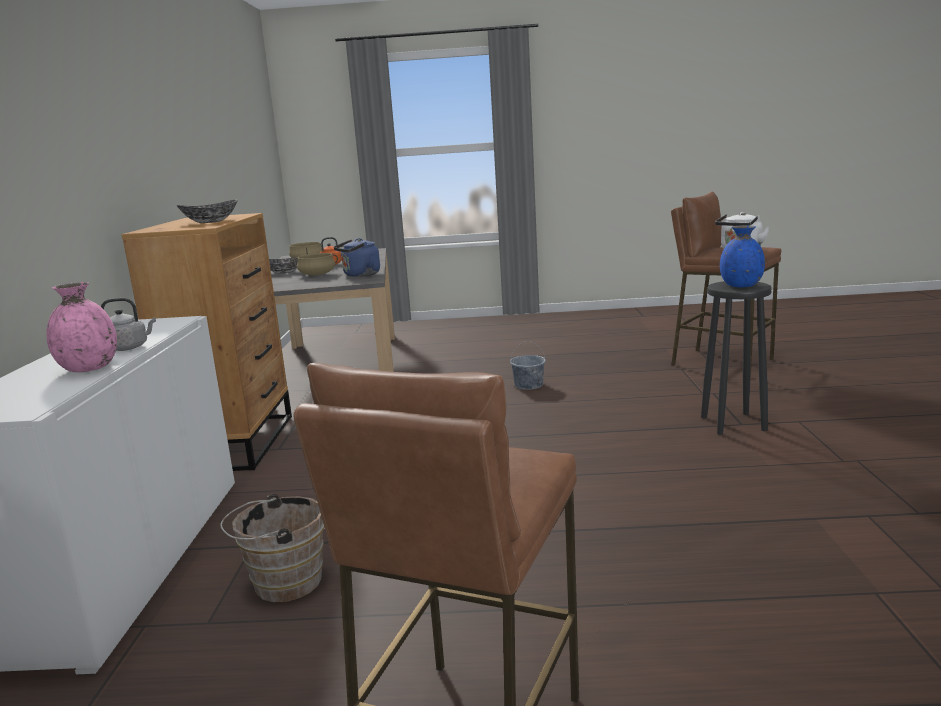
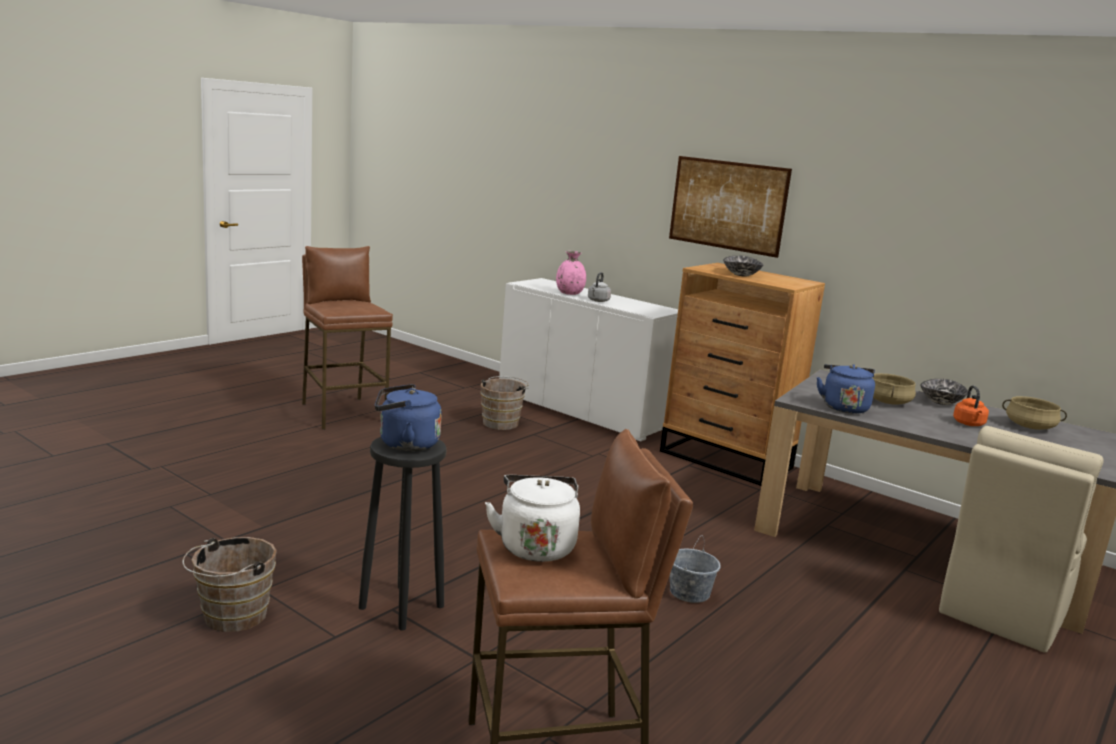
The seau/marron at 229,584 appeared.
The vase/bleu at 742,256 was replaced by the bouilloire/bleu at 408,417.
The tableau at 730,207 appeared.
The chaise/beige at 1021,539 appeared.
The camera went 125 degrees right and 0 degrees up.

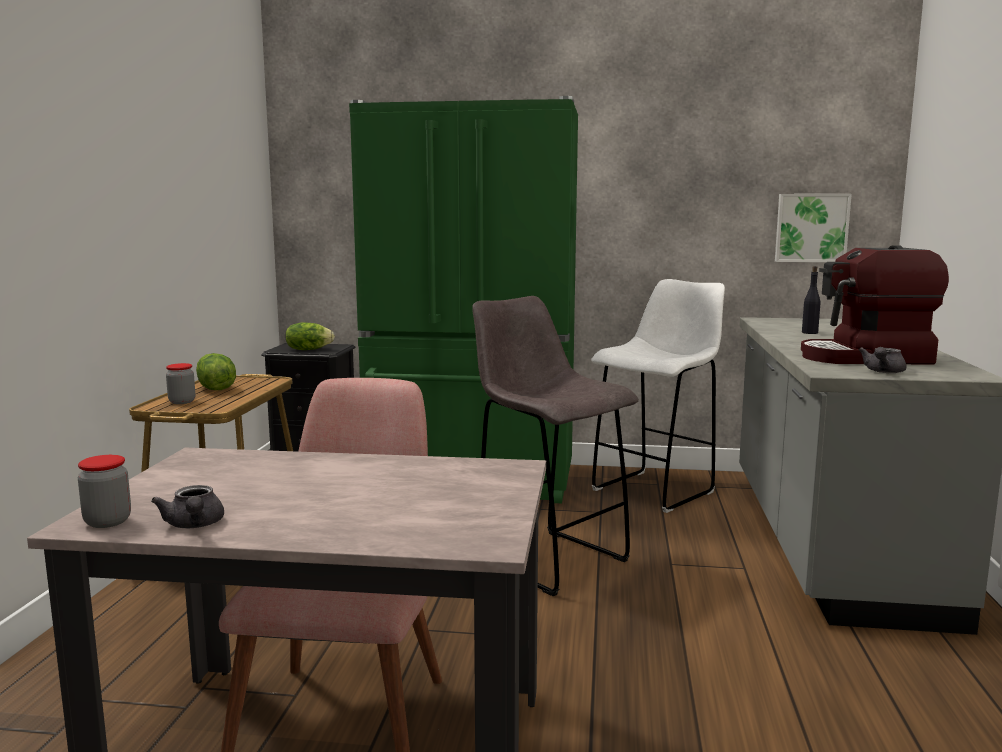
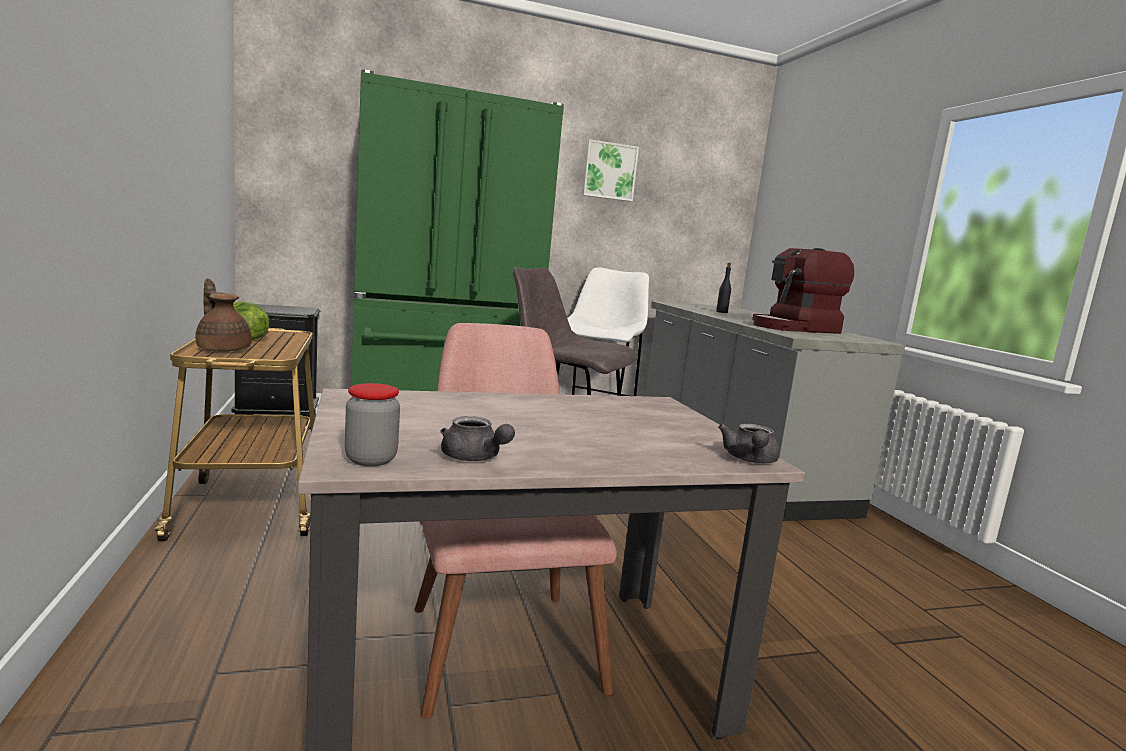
The bocal at 180,383 was replaced by the théière/marron at 223,315.
The tableau moved from 813,228 to 610,170.
The théière/gris moved from 882,360 to 749,443.
The laitue at 310,336 disappeared.
The camera went 25 degrees left and 0 degrees up.

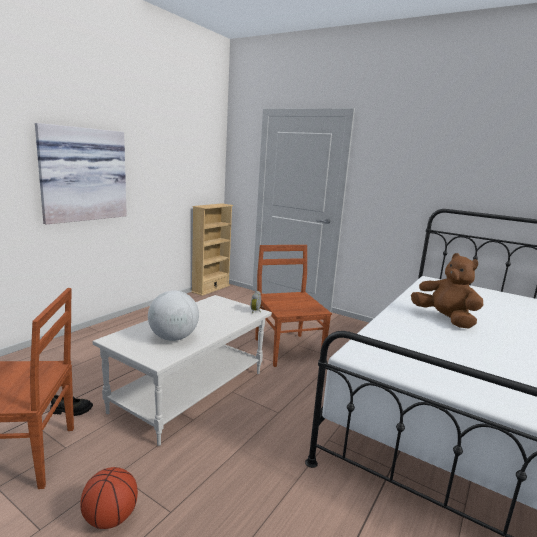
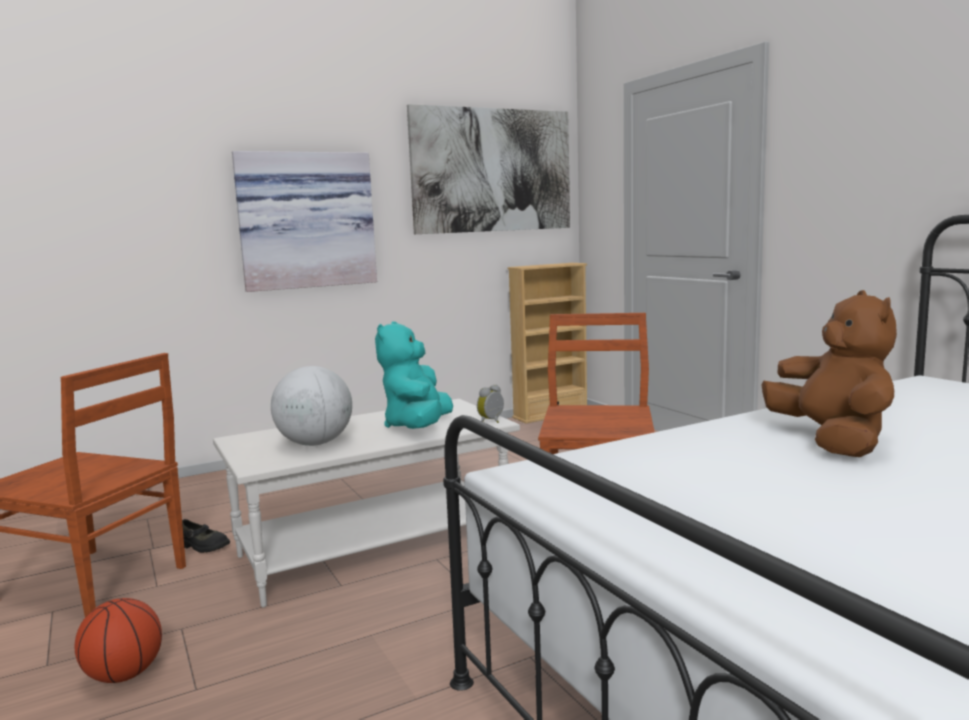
The peluche/turquoise at 414,375 appeared.
The tableau at 488,169 appeared.
The camera went 30 degrees right and 5 degrees down.

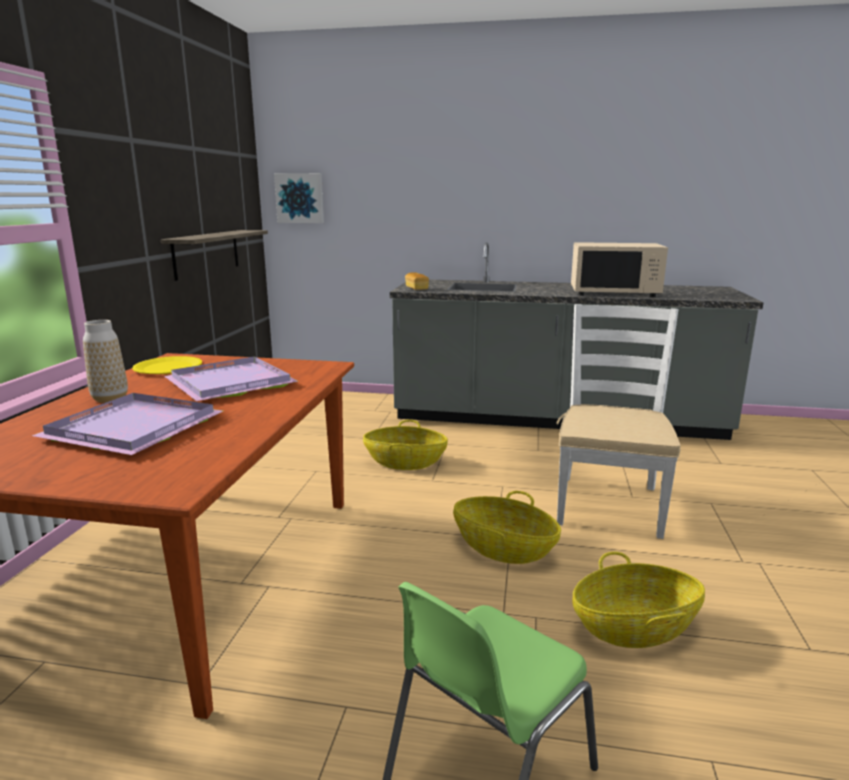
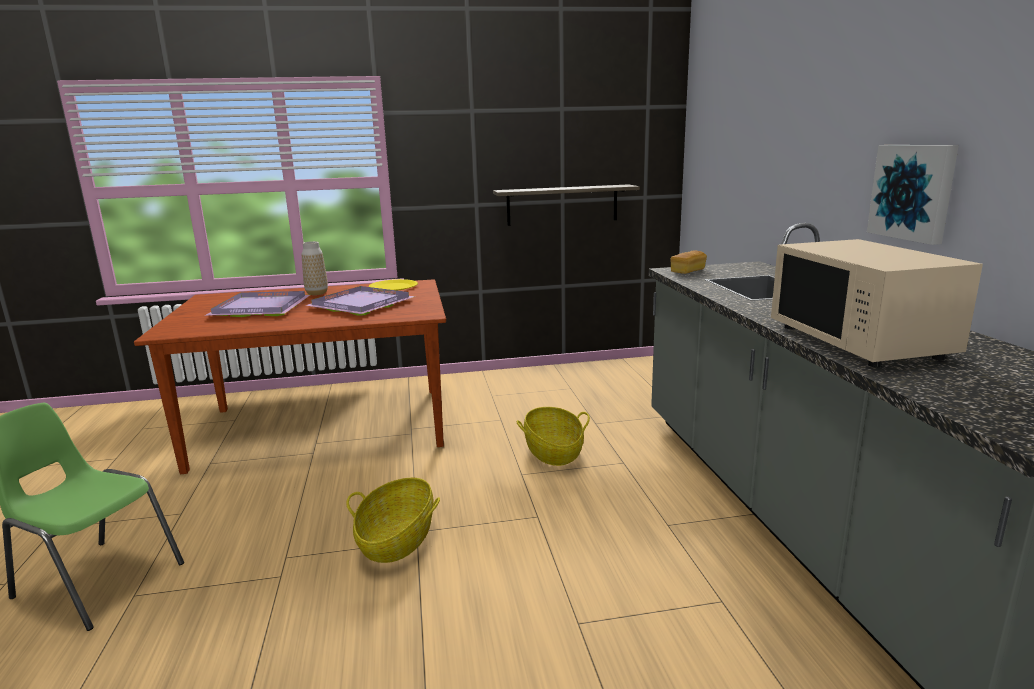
The tableau moved from 299,198 to 913,195.
The chaise/blanc at 619,421 disappeared.
The panier at 639,600 disappeared.
The camera went 70 degrees right and 0 degrees up.

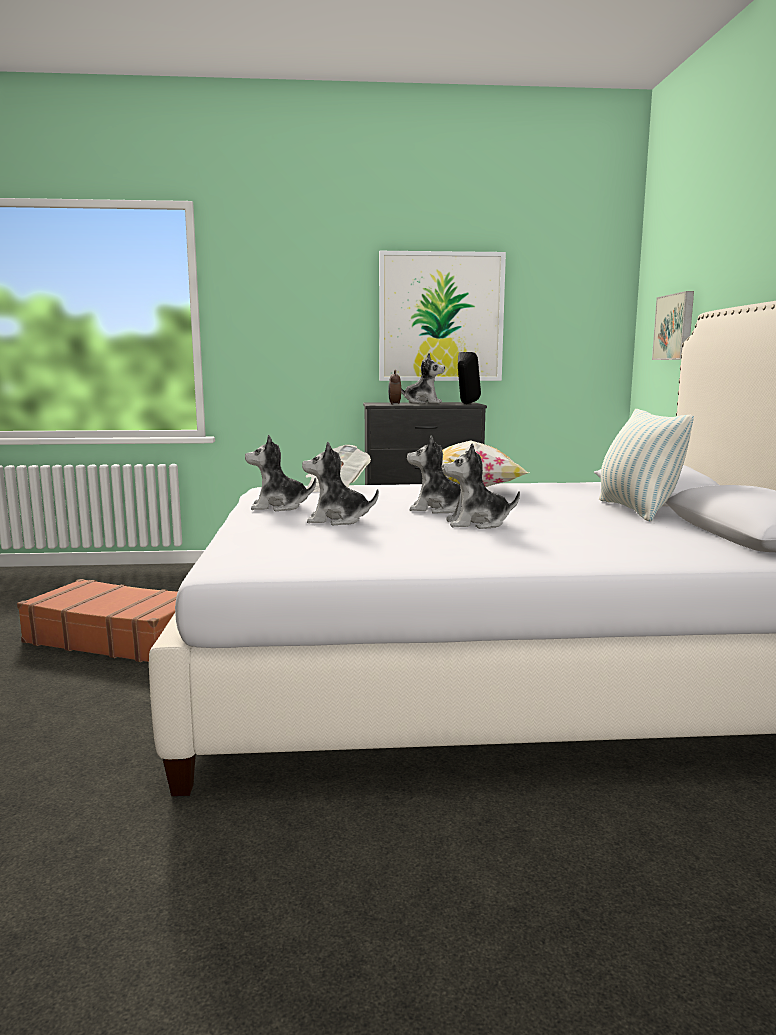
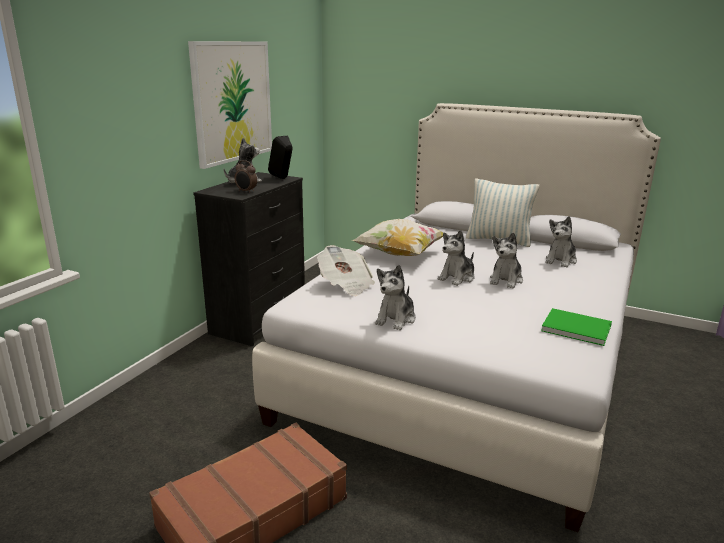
The livre/vert at 576,327 appeared.
The peluche moved from 340,483 to 561,242.
The tableau at 673,325 disappeared.
The camera went 60 degrees left and 10 degrees up.

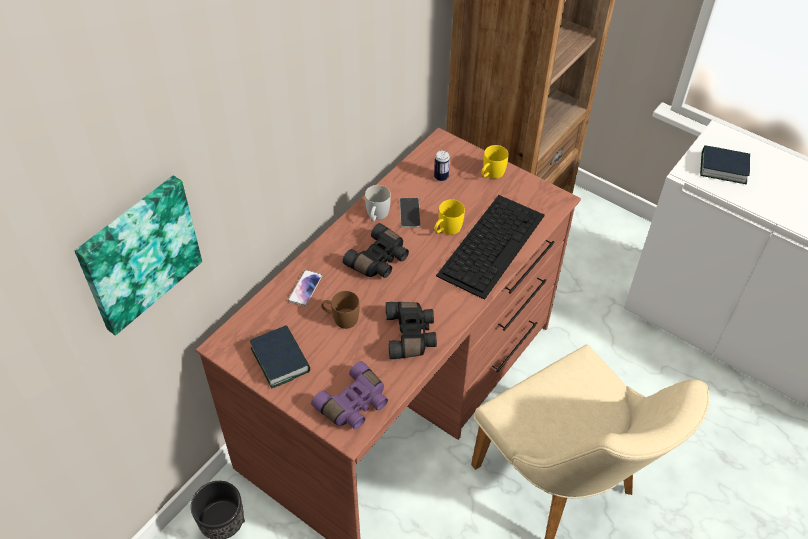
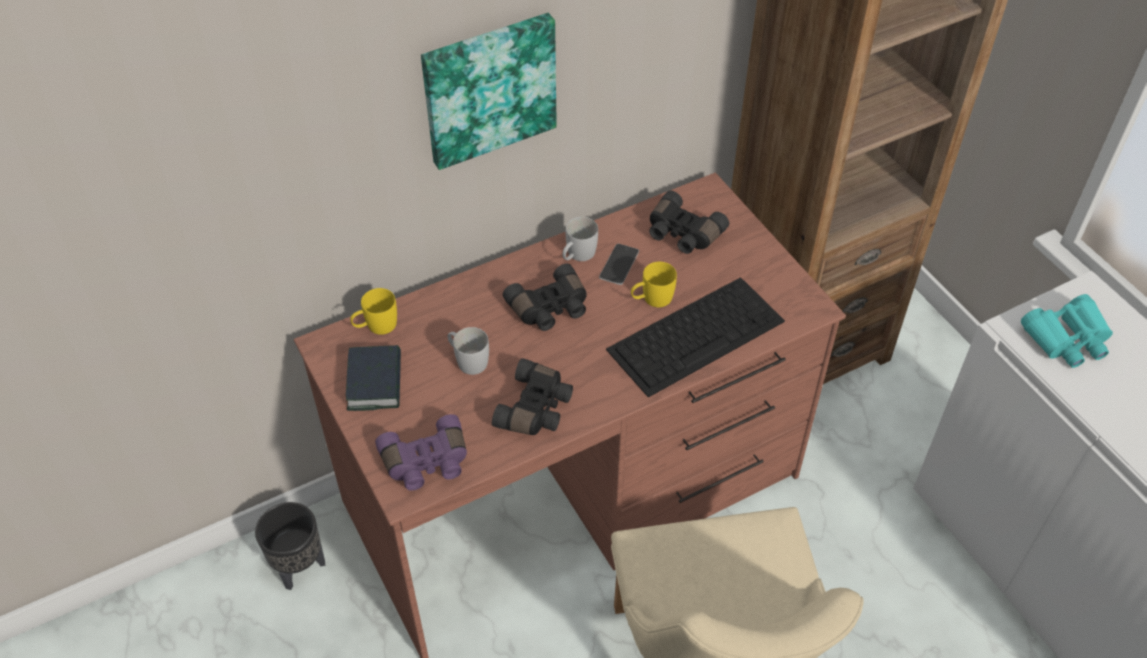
The mug/jaune moved from 495,162 to 373,311.
The tableau moved from 138,256 to 489,91.
The mug/marron at 340,310 became the mug/blanc at 468,351.
The boîte métallique at 442,165 was replaced by the jumelles/noir at 689,222.
The livre at 725,164 was replaced by the jumelles/turquoise at 1067,331.
The téléphone at 305,288 disappeared.
The camera went 25 degrees right and 0 degrees up.

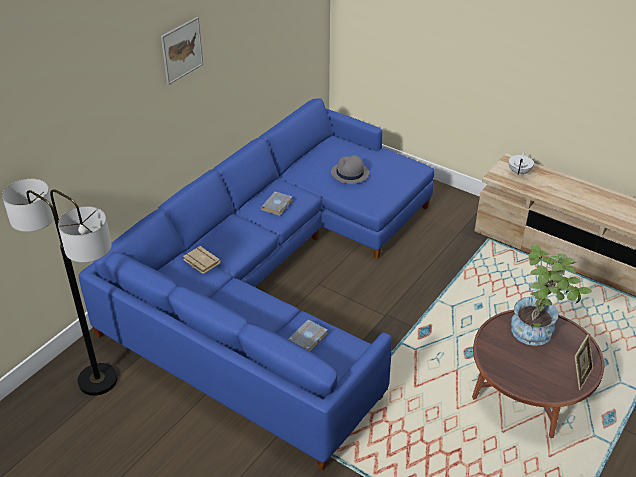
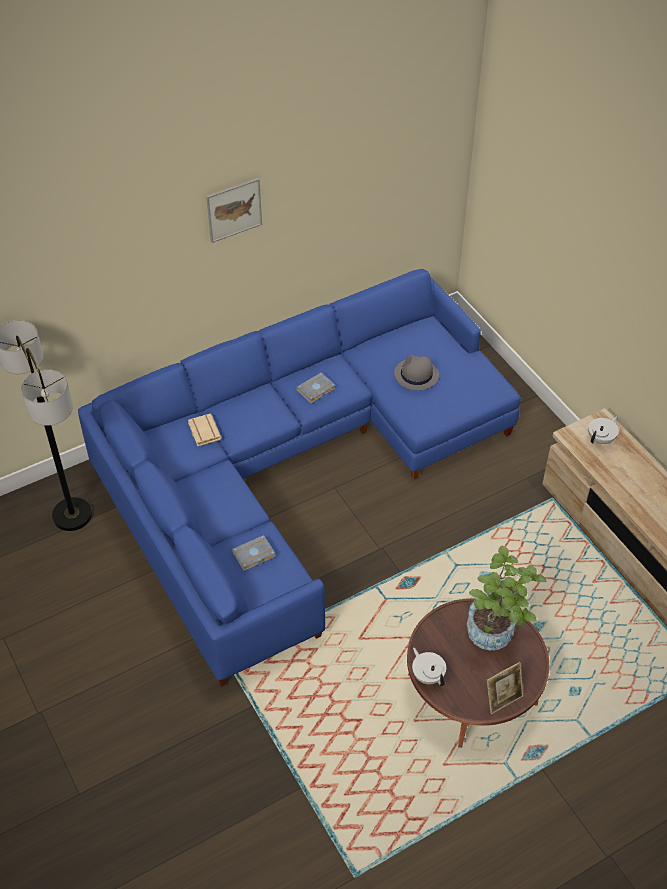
The théière/blanc at 429,667 appeared.
The camera went 25 degrees right and 10 degrees up.

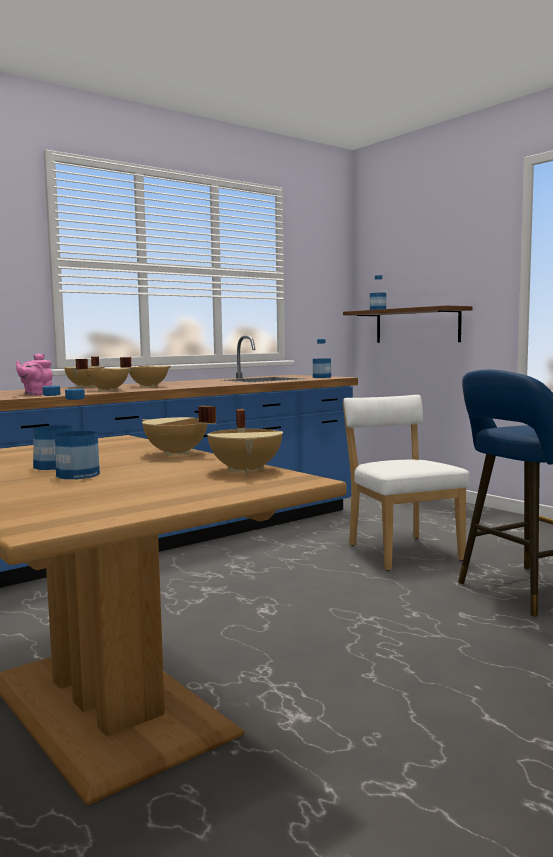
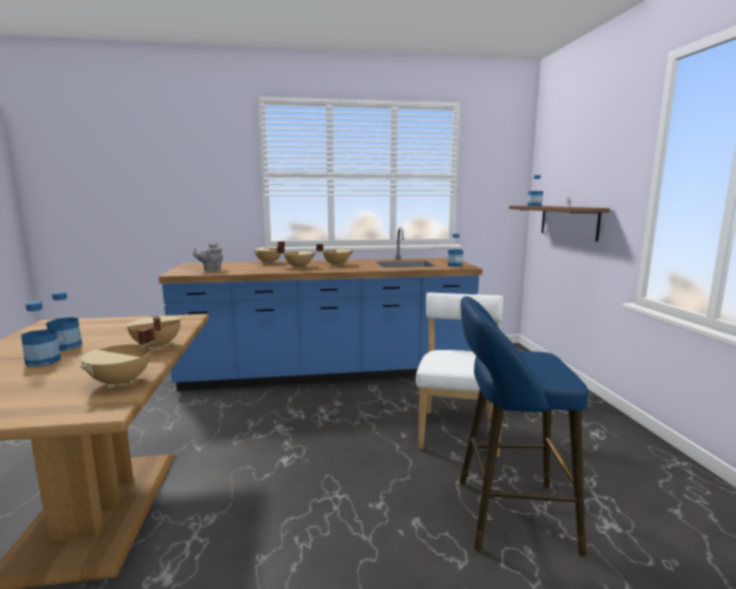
The théière/rose at 34,374 became the théière/gris at 208,258.
The marmite/beige moved from 104,375 to 335,255.
The camera went 30 degrees right and 5 degrees up.

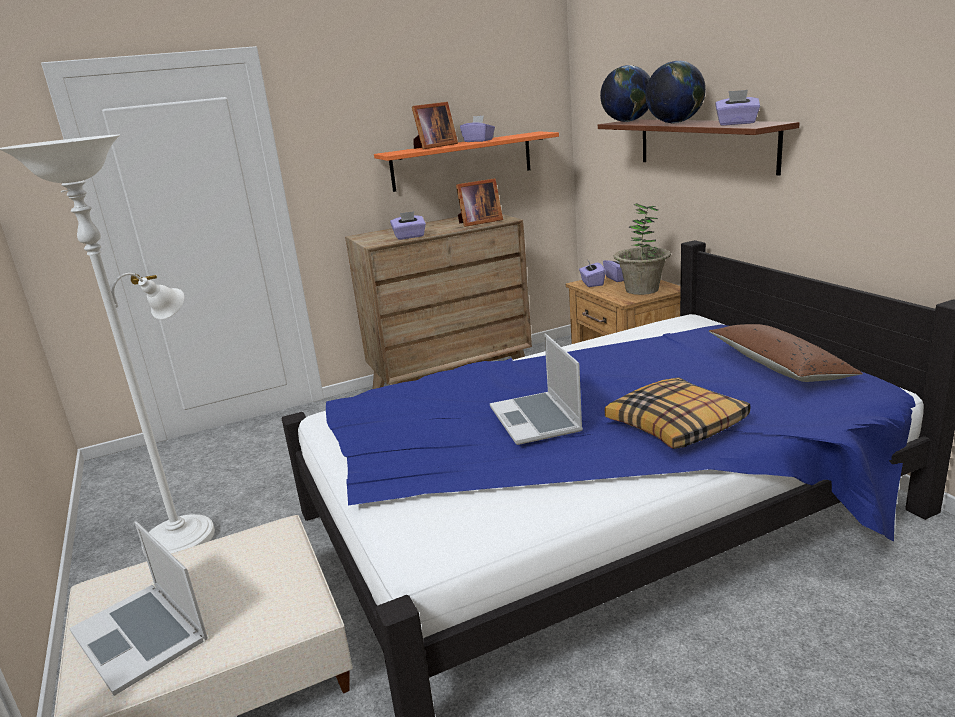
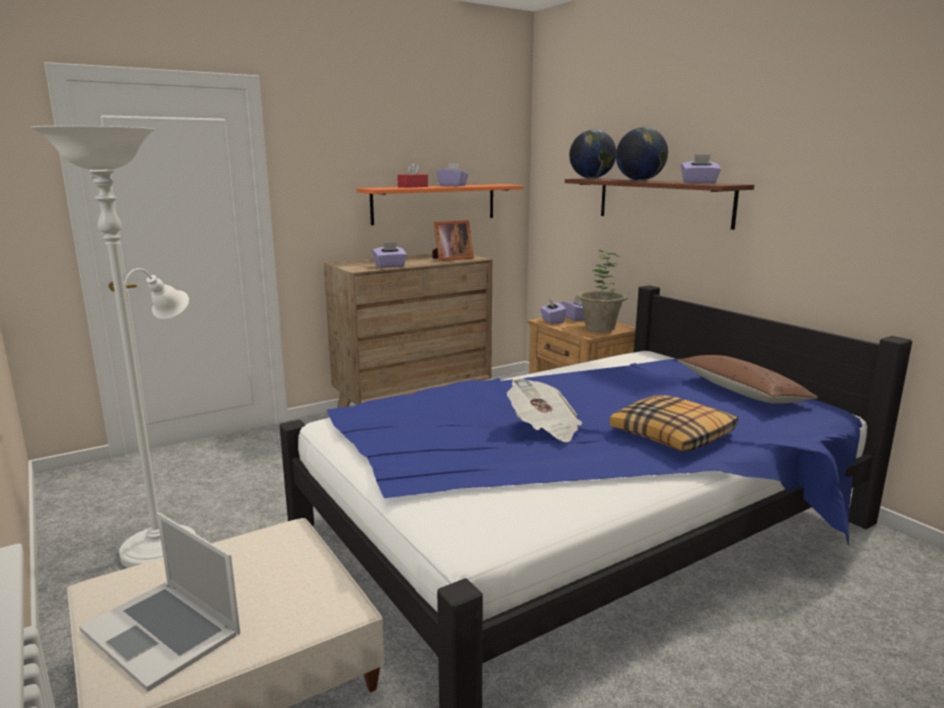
The cadre photo at 435,125 was replaced by the boîte à mouchoirs/rouge at 412,175.
The ordinateur portable at 536,389 was replaced by the journal at 544,410.
The camera went 10 degrees left and 5 degrees down.

